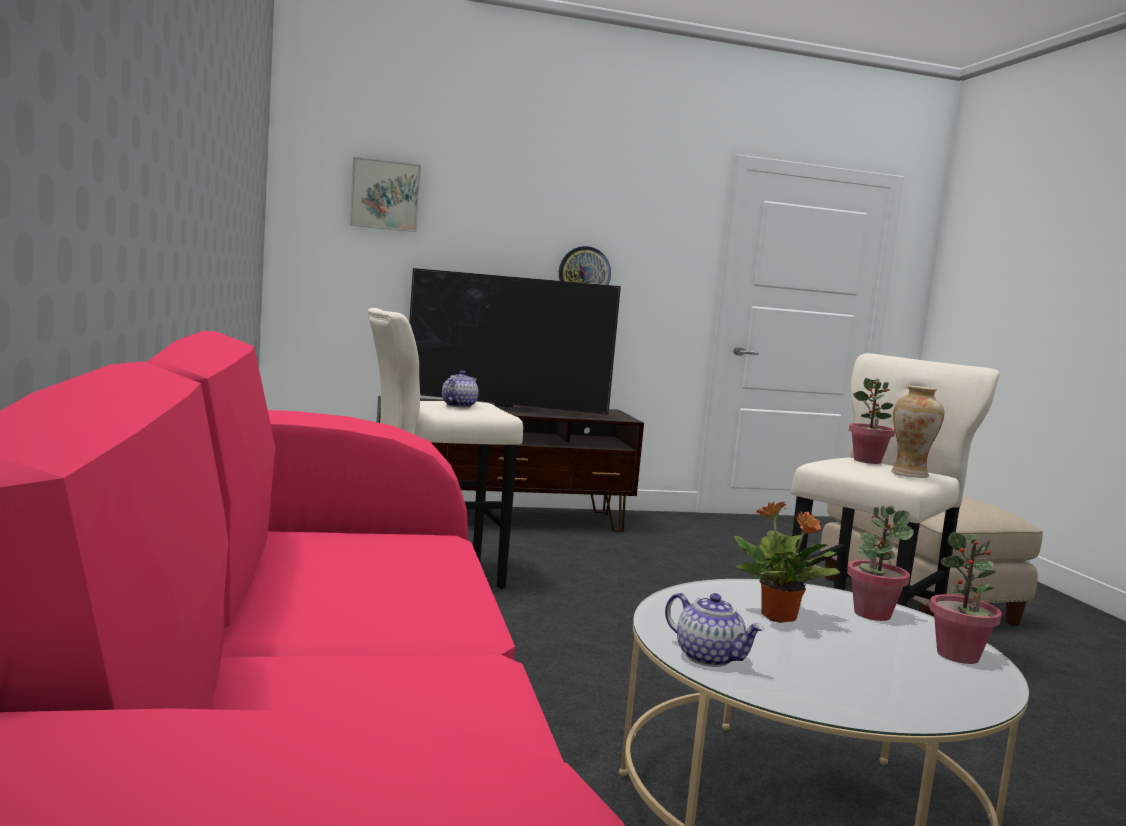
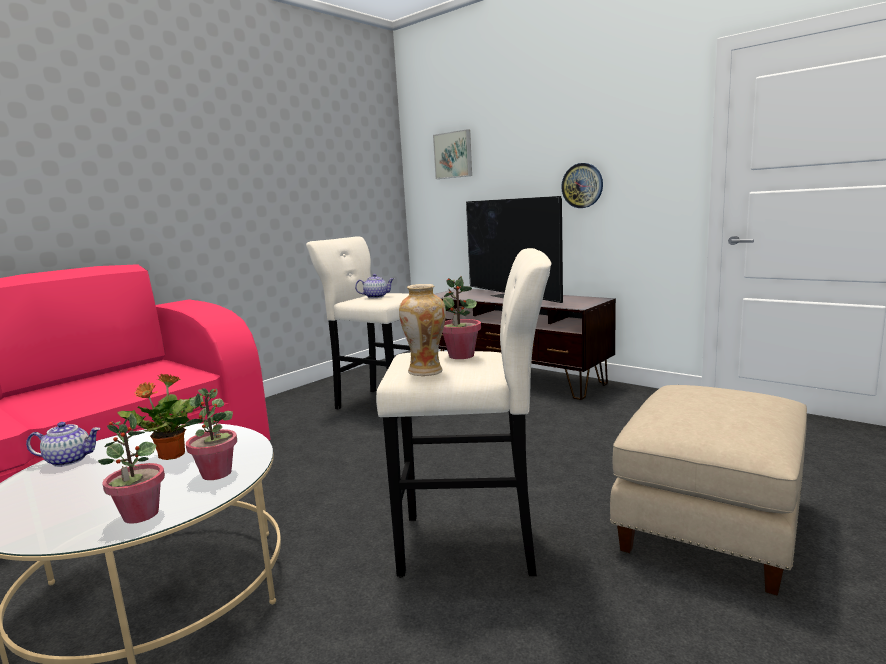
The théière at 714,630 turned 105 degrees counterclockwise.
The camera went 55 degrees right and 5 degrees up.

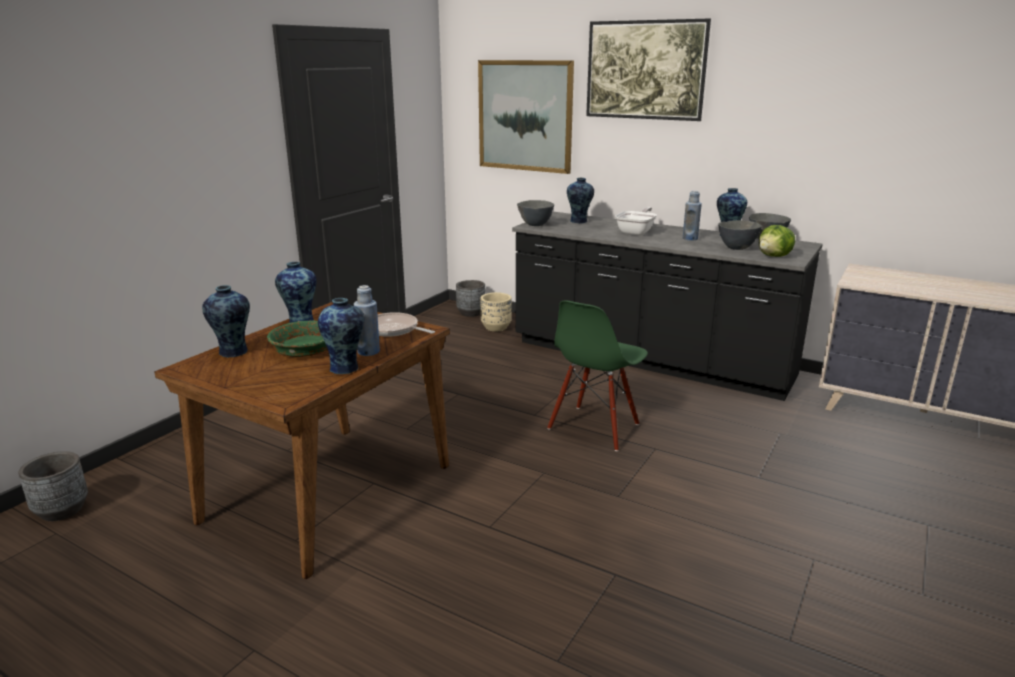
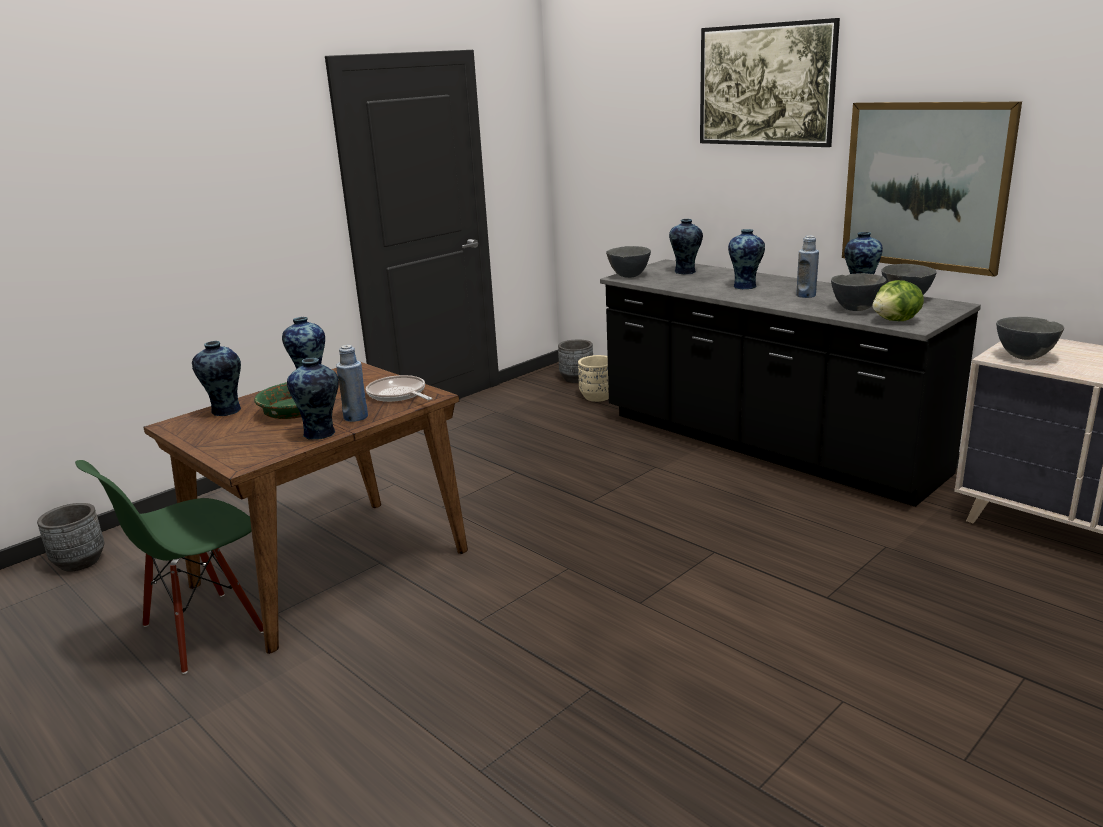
The chaise/vert moved from 597,375 to 169,567.
The poêle at 636,221 was replaced by the vase at 746,259.
The tableau moved from 526,117 to 932,189.
The bol/gris at 1030,338 appeared.
The camera went 15 degrees right and 0 degrees up.

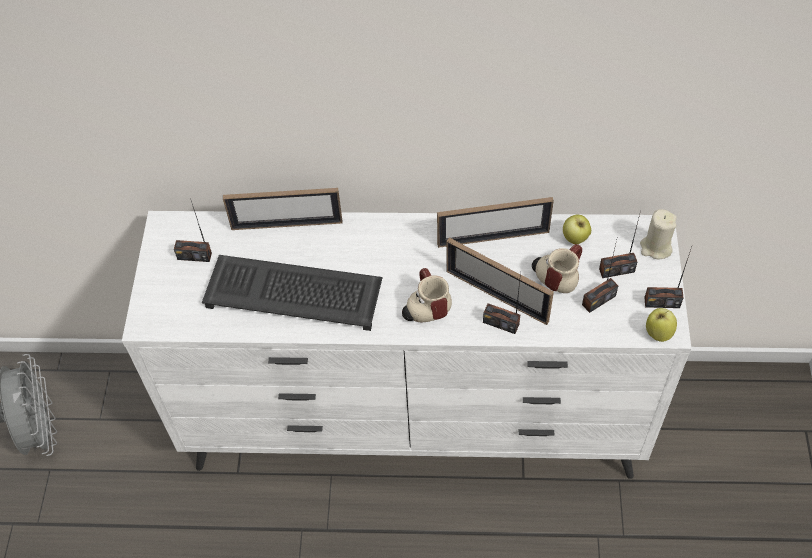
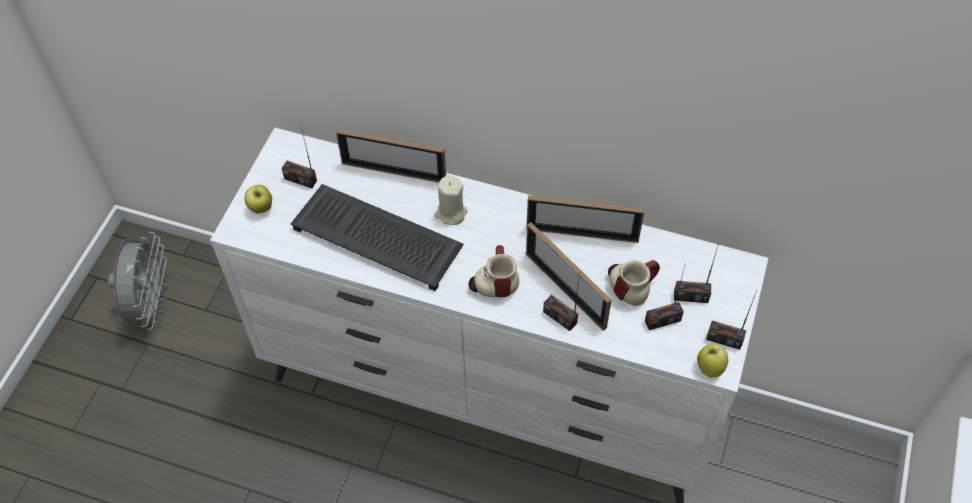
The pomme moved from 577,229 to 258,199.
The bougie/beige moved from 658,234 to 451,200.
The camera went 15 degrees right and 0 degrees up.

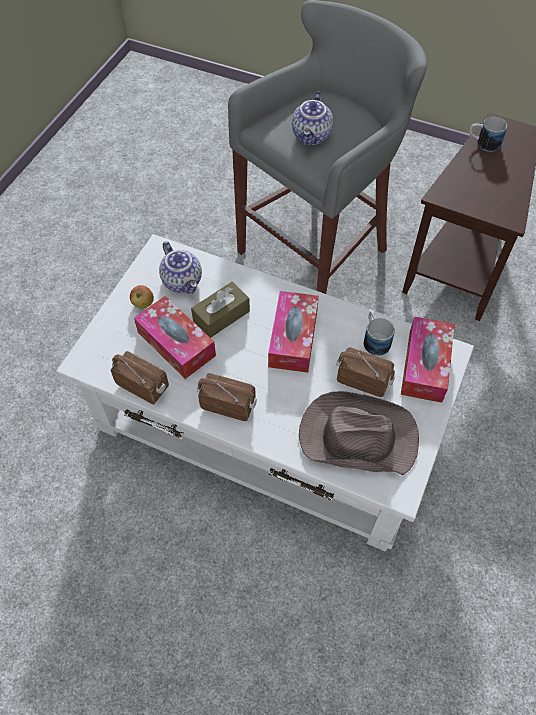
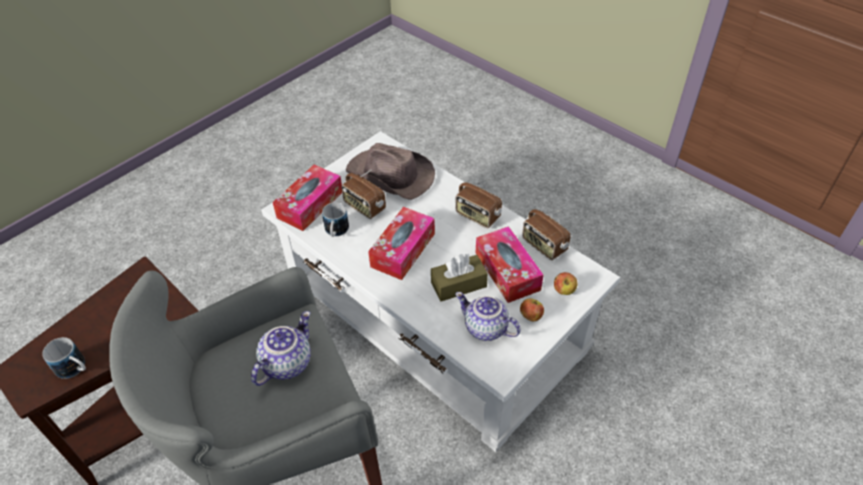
The théière at 180,267 turned 45 degrees counterclockwise.
The pomme at 565,283 appeared.
The camera went 160 degrees left and 10 degrees down.

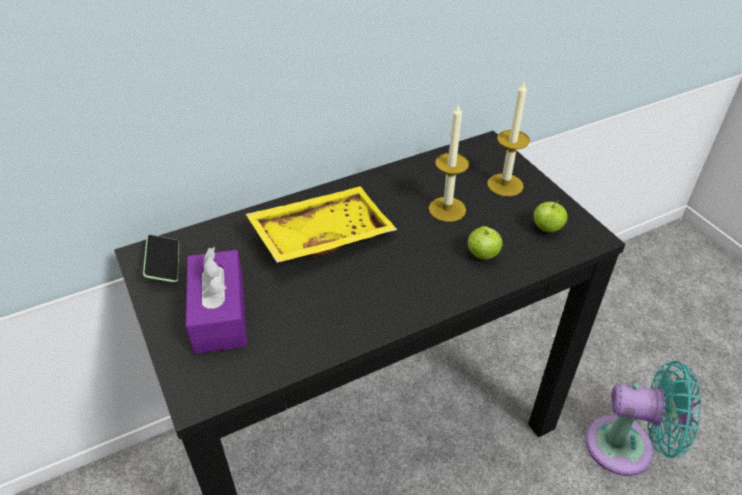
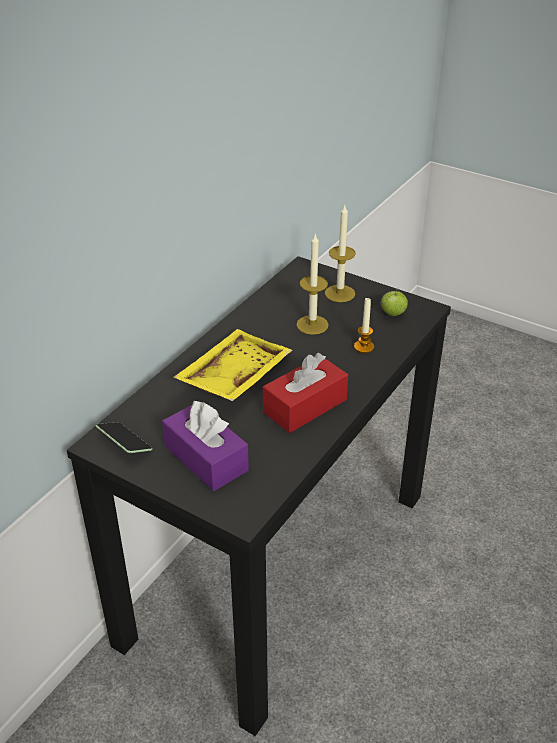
The boîte à mouchoirs/rouge at 305,393 appeared.
The pomme at 485,242 was replaced by the bougie at 364,325.
The ventilateur/turquoise at 643,418 disappeared.
The camera went 30 degrees left and 5 degrees down.

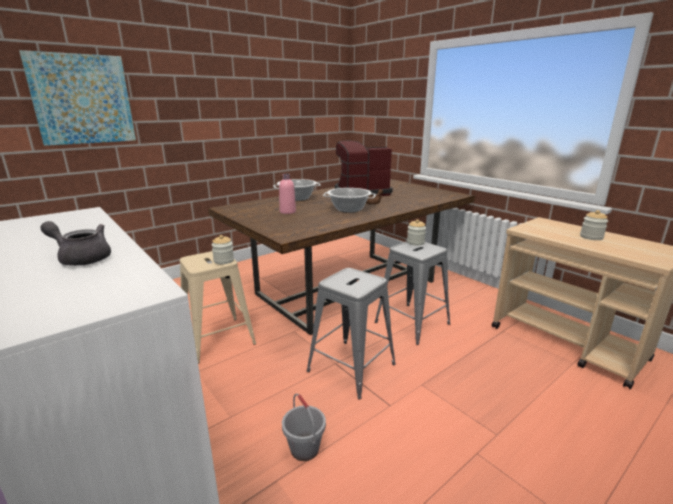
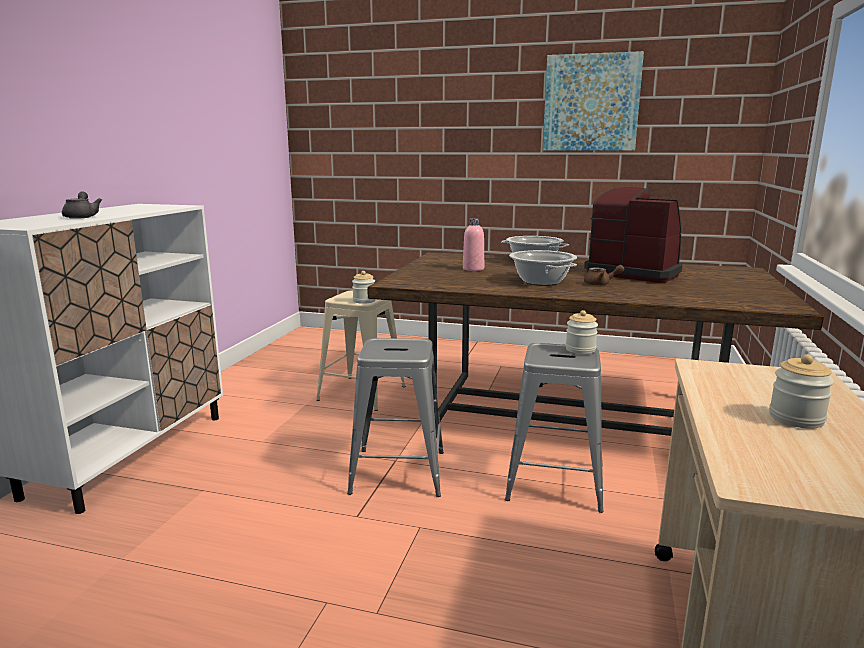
The tableau moved from 77,98 to 593,101.
The seau/gris at 304,427 disappeared.
The camera went 55 degrees right and 5 degrees down.

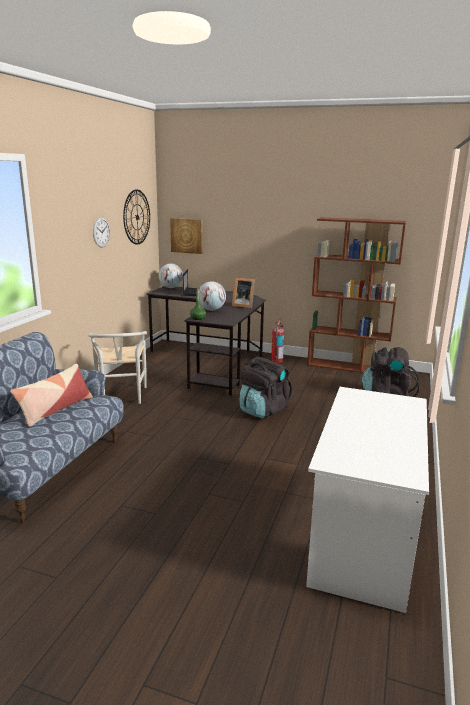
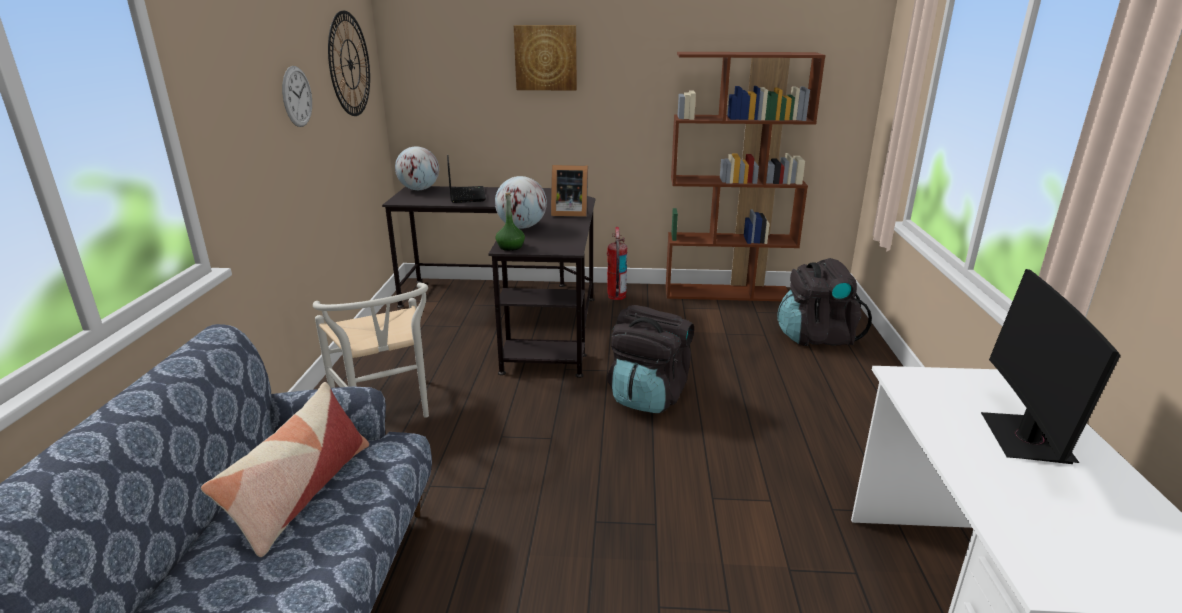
The tableau moved from 186,236 to 545,58.
The écran d'ordinateur at 1050,366 appeared.
The camera went 15 degrees left and 5 degrees up.

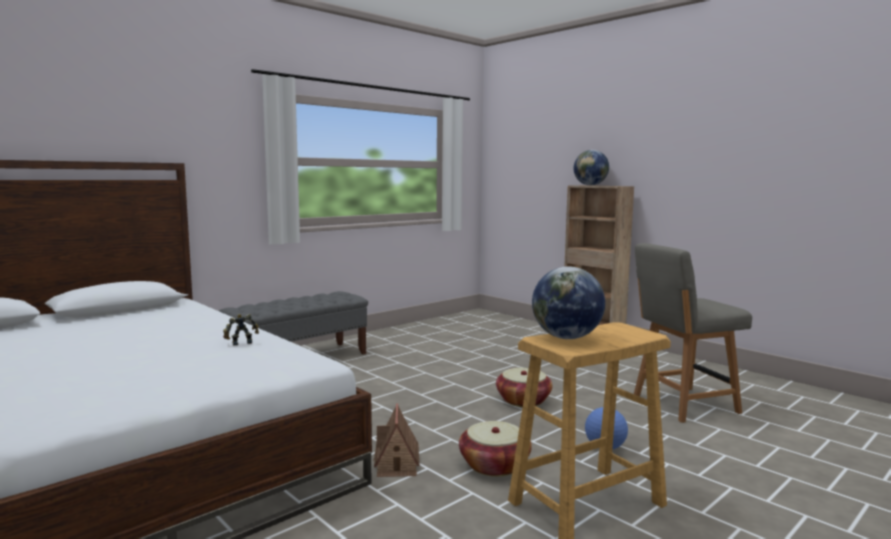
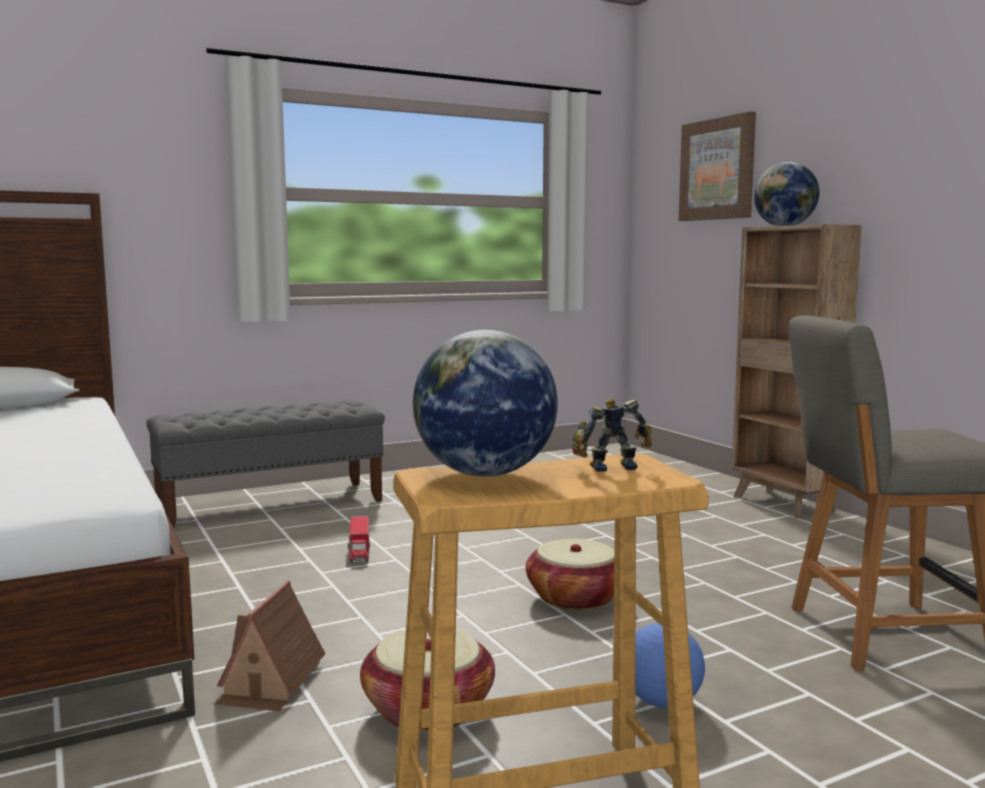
The camion jouet at 359,539 appeared.
The robot jouet moved from 241,329 to 612,435.
The tableau at 717,166 appeared.
The camera went 15 degrees right and 0 degrees up.

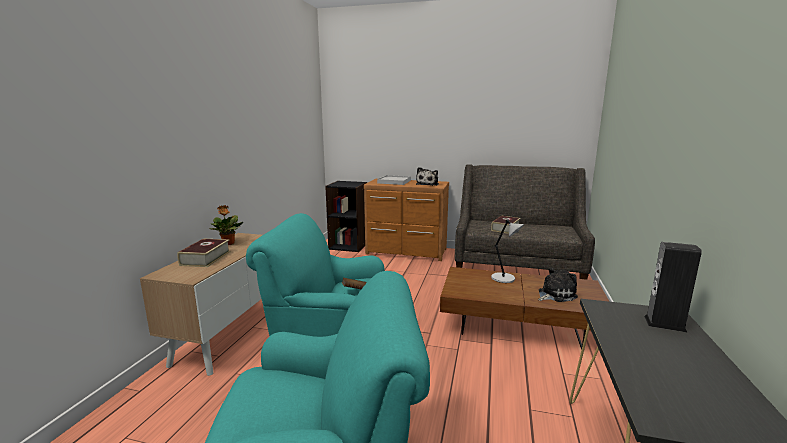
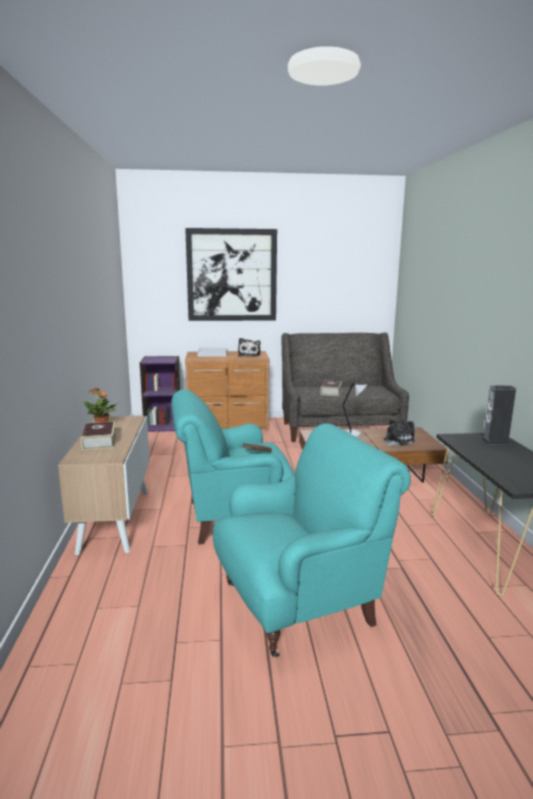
The bibliothèque/noir at 346,216 became the bibliothèque/violet at 160,394.
The tableau at 231,274 appeared.
The camera went 20 degrees left and 0 degrees up.

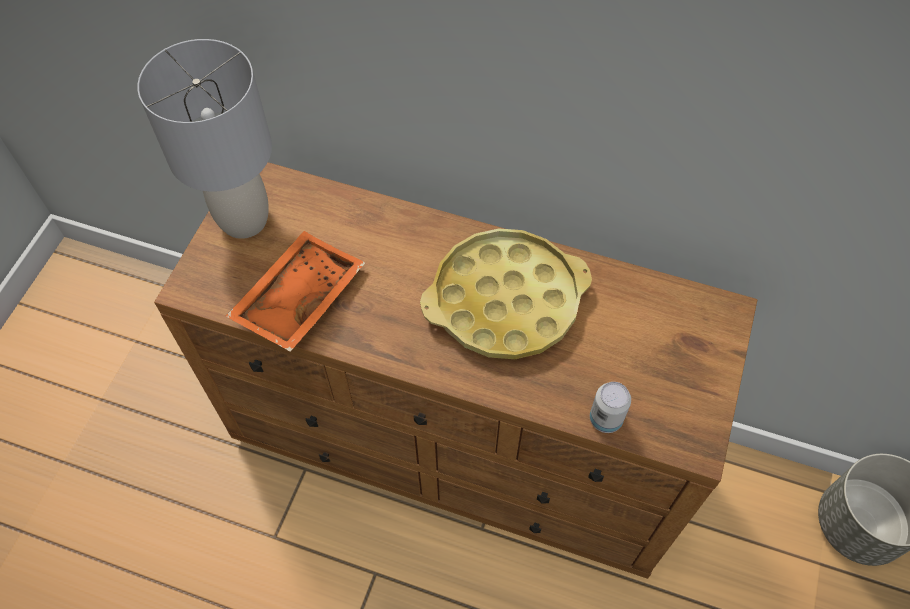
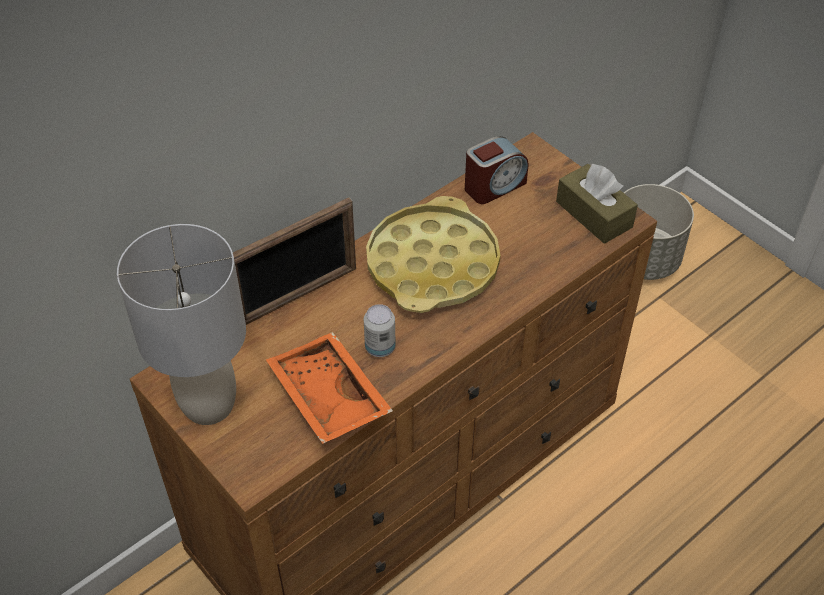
The cadre photo at 294,261 appeared.
The boîte métallique moved from 610,407 to 380,330.
The réveil at 496,170 appeared.
The boîte à mouchoirs/marron at 597,204 appeared.
The camera went 60 degrees left and 10 degrees down.

